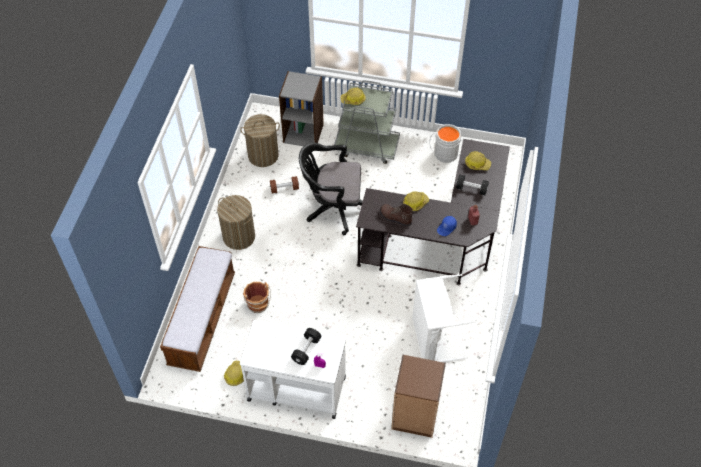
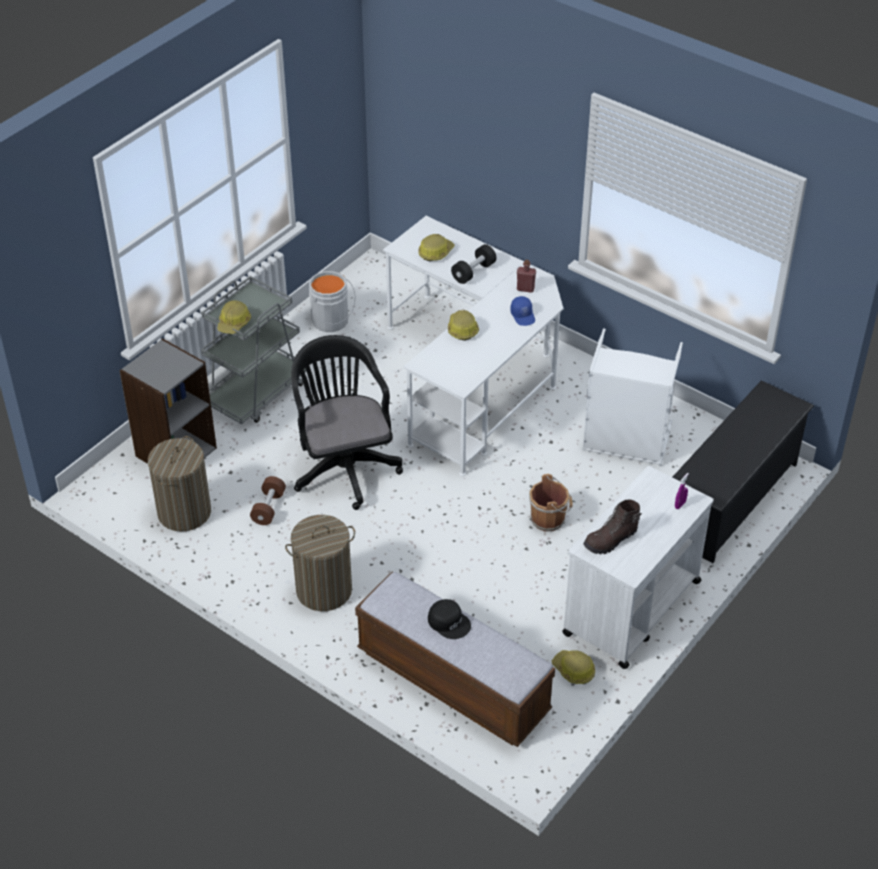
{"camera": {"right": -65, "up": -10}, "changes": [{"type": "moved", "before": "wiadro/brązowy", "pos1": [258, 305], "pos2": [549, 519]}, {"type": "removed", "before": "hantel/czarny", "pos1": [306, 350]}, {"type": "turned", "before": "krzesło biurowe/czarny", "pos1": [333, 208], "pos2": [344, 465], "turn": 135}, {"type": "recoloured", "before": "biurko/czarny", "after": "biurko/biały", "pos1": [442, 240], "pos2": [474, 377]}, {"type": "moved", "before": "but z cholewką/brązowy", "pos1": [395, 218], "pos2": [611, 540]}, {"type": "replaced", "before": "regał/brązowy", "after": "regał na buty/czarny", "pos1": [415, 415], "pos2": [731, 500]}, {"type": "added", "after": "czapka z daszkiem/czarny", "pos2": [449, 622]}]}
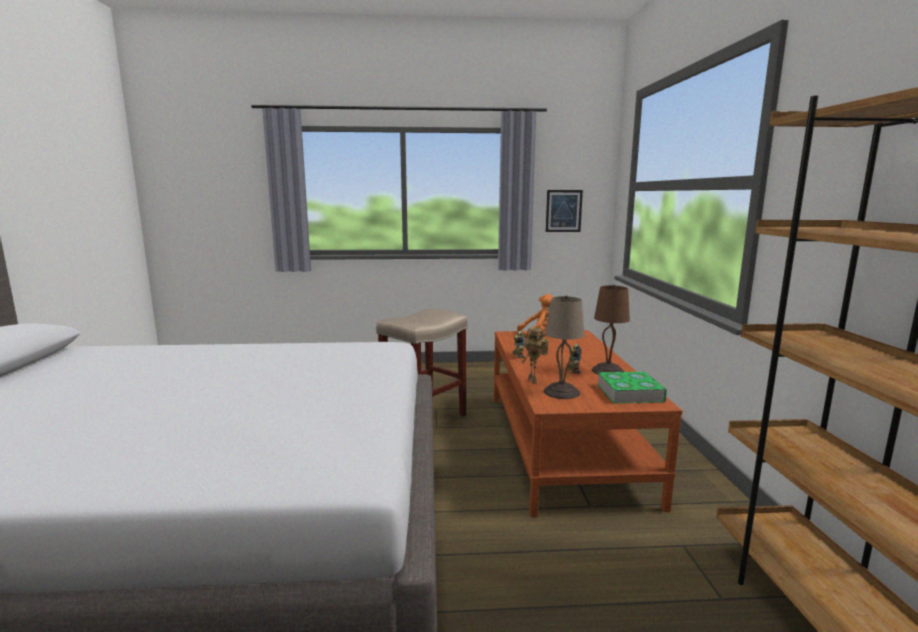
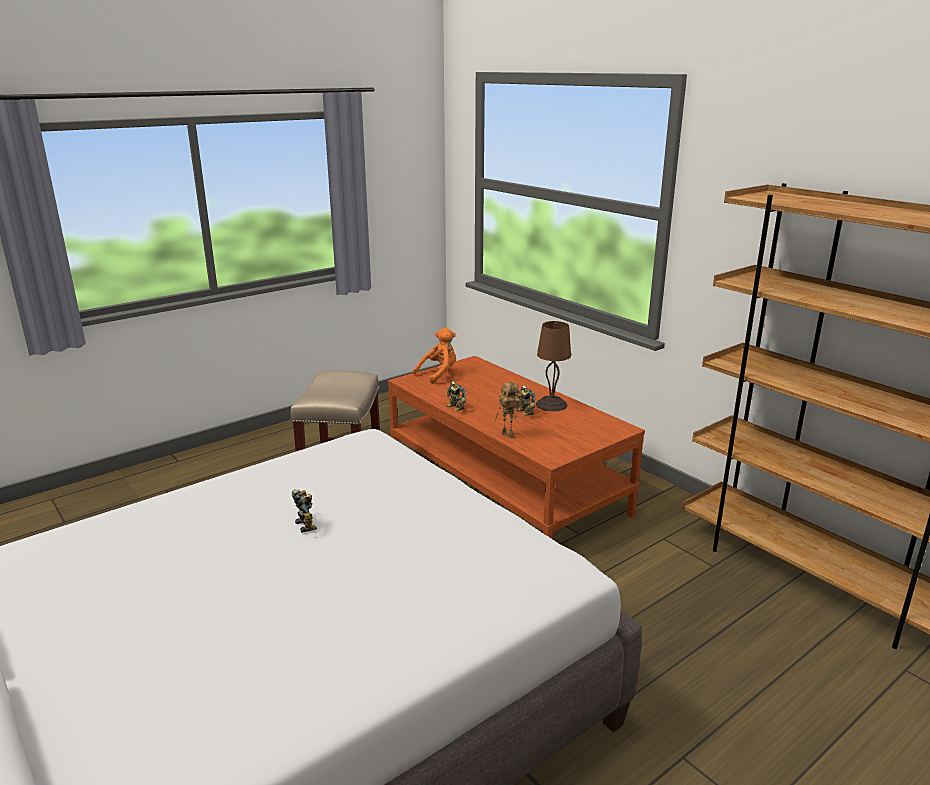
{"camera": {"right": -35, "up": 10}, "changes": [{"type": "removed", "before": "lampa stołowa/beżowy", "pos1": [561, 392]}, {"type": "removed", "before": "obraz", "pos1": [563, 211]}, {"type": "removed", "before": "książka", "pos1": [629, 393]}, {"type": "added", "after": "robot zabawkowy", "pos2": [307, 524]}]}
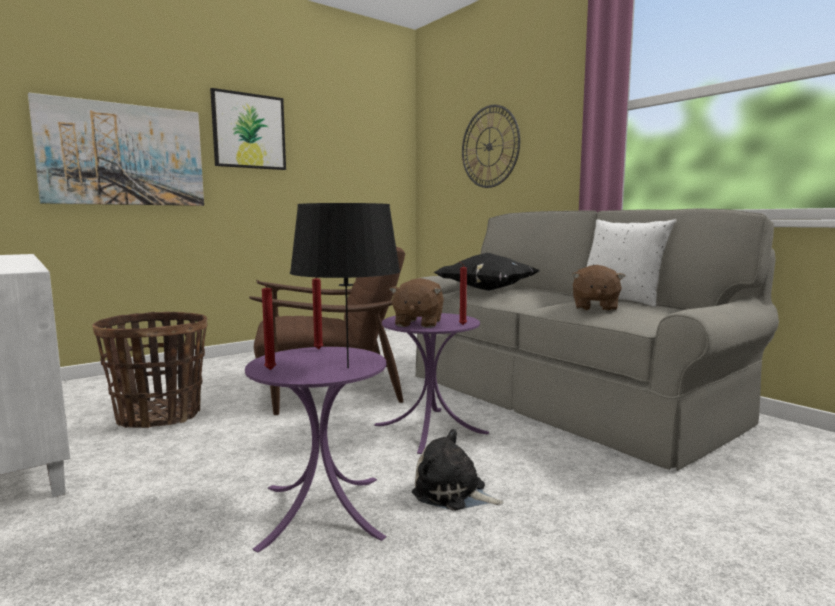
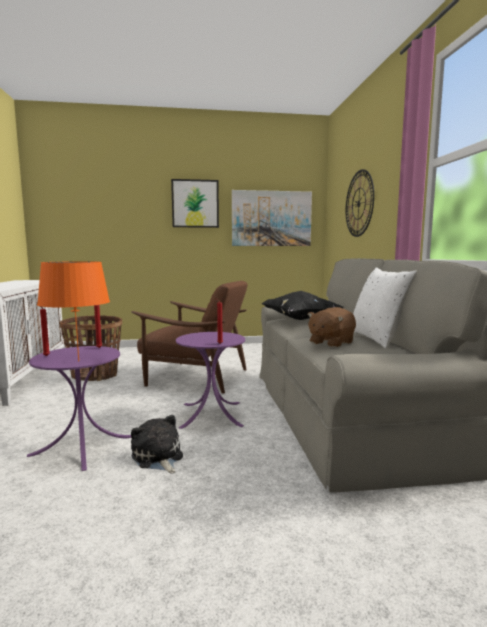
{"camera": {"right": 30, "up": 0}, "changes": [{"type": "moved", "before": "obraz", "pos1": [123, 155], "pos2": [271, 218]}, {"type": "recoloured", "before": "lampa stołowa/czarny", "after": "lampa stołowa/pomarańczowy", "pos1": [347, 368], "pos2": [78, 361]}, {"type": "removed", "before": "pluszak/brązowy", "pos1": [417, 323]}]}
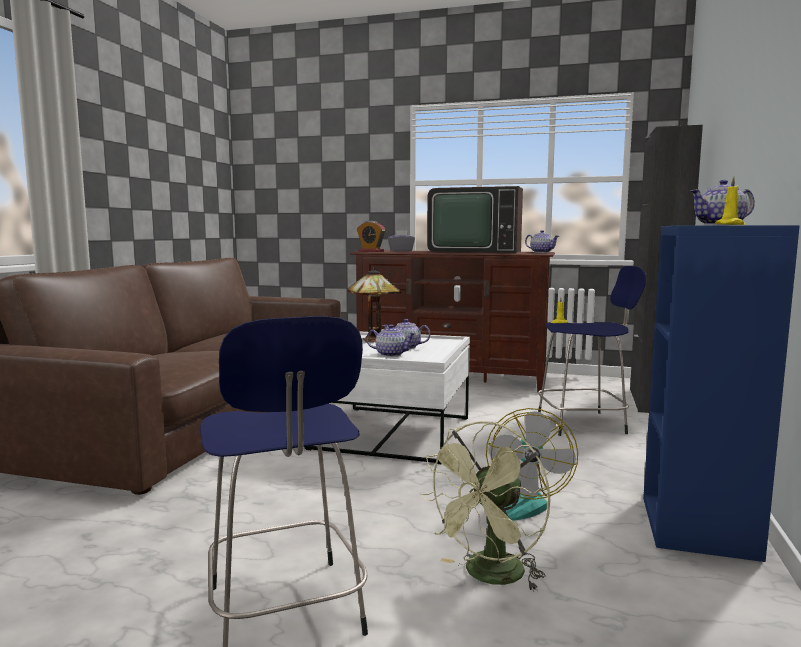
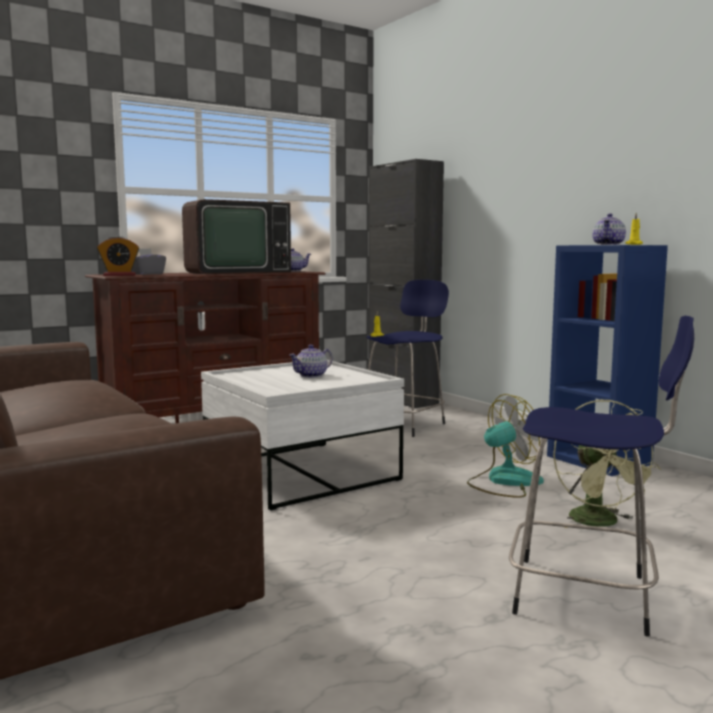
{"camera": {"right": -50, "up": 0}, "changes": [{"type": "removed", "before": "lampa stołowa", "pos1": [373, 340]}, {"type": "removed", "before": "imbryk", "pos1": [390, 354]}, {"type": "turned", "before": "wentylator", "pos1": [518, 501], "pos2": [504, 482], "turn": -75}]}
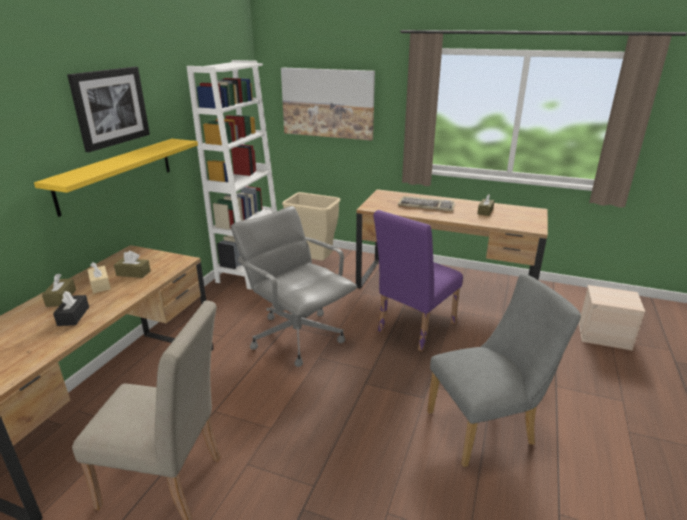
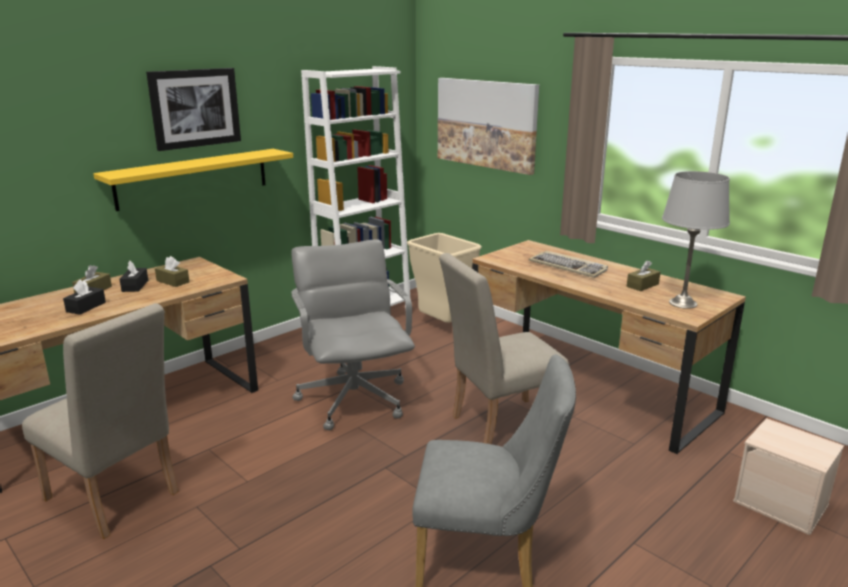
{"camera": {"right": 25, "up": -5}, "changes": [{"type": "recoloured", "before": "pudełko chusteczek/beżowy", "after": "pudełko chusteczek/czarny", "pos1": [100, 285], "pos2": [135, 286]}, {"type": "recoloured", "before": "krzesło/fioletowy", "after": "krzesło/beżowy", "pos1": [413, 329], "pos2": [498, 425]}, {"type": "added", "after": "lampa stołowa/szary", "pos2": [683, 303]}]}
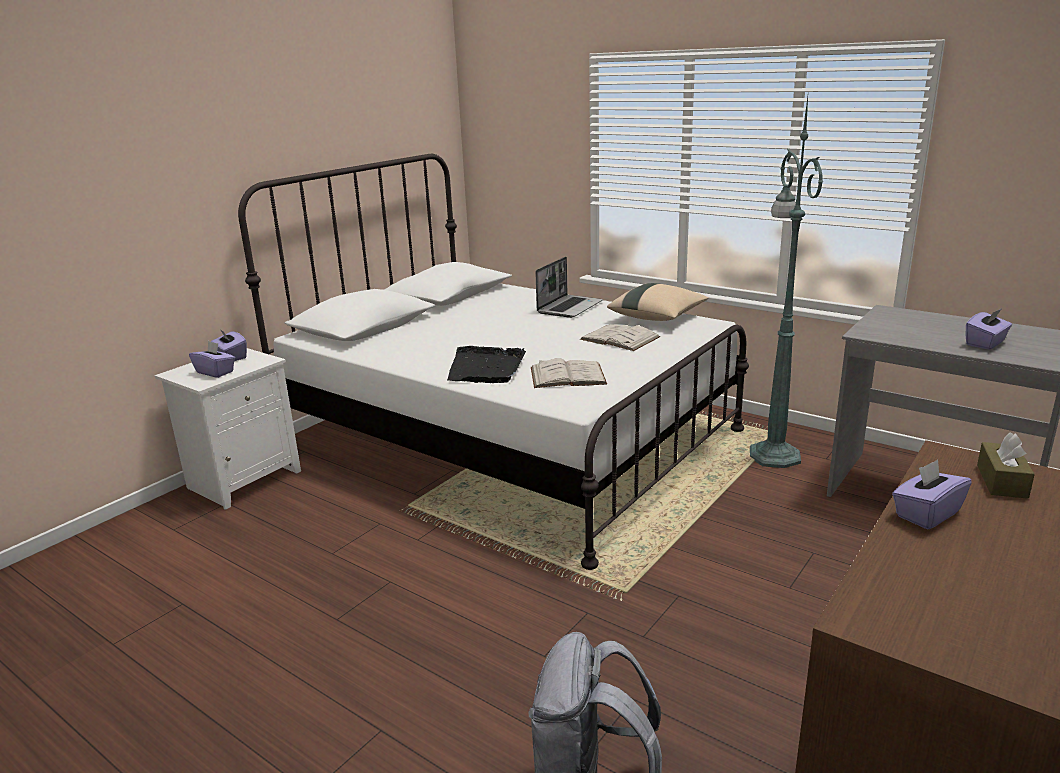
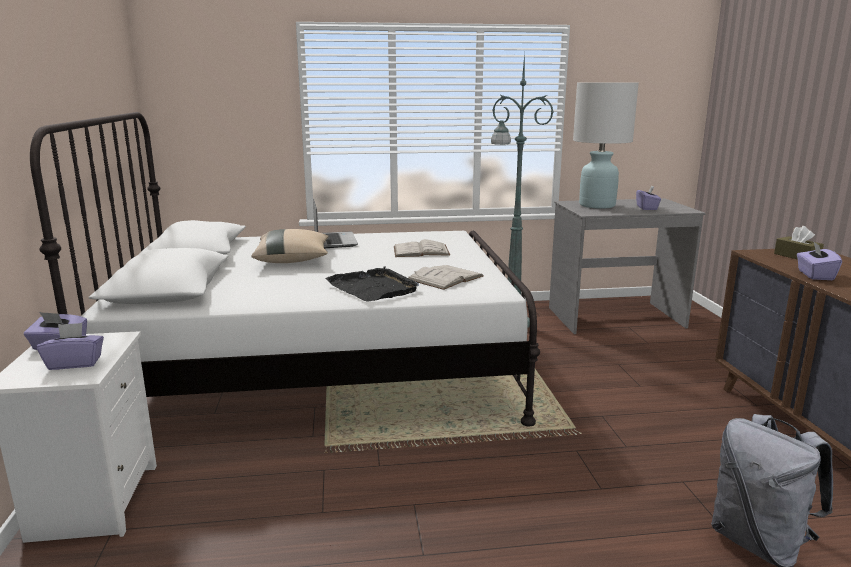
{"camera": {"right": -45, "up": -5}, "changes": [{"type": "moved", "before": "poduszka/beżowy", "pos1": [658, 317], "pos2": [293, 260]}, {"type": "added", "after": "lampa stołowa/biały", "pos2": [597, 205]}]}
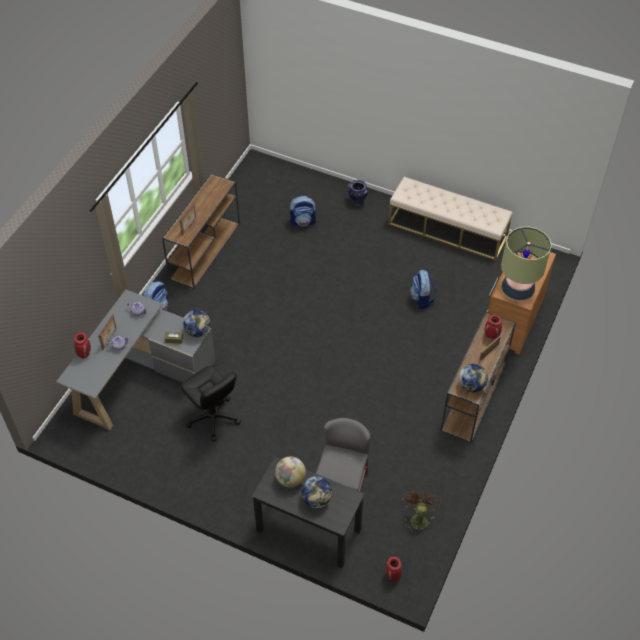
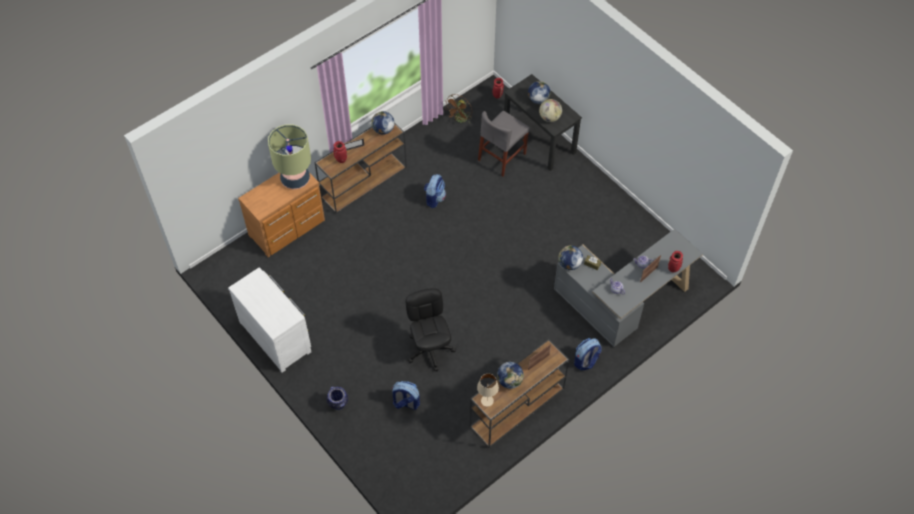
{"camera": {"right": -155, "up": 5}, "changes": [{"type": "moved", "before": "krzesło biurowe/czarny", "pos1": [213, 418], "pos2": [430, 349]}, {"type": "replaced", "before": "ławka/beżowy", "after": "komoda/biały", "pos1": [447, 230], "pos2": [276, 335]}, {"type": "moved", "before": "plecak", "pos1": [422, 299], "pos2": [434, 198]}, {"type": "added", "after": "lampa stołowa/beżowy", "pos2": [487, 401]}, {"type": "added", "after": "globus", "pos2": [510, 381]}]}
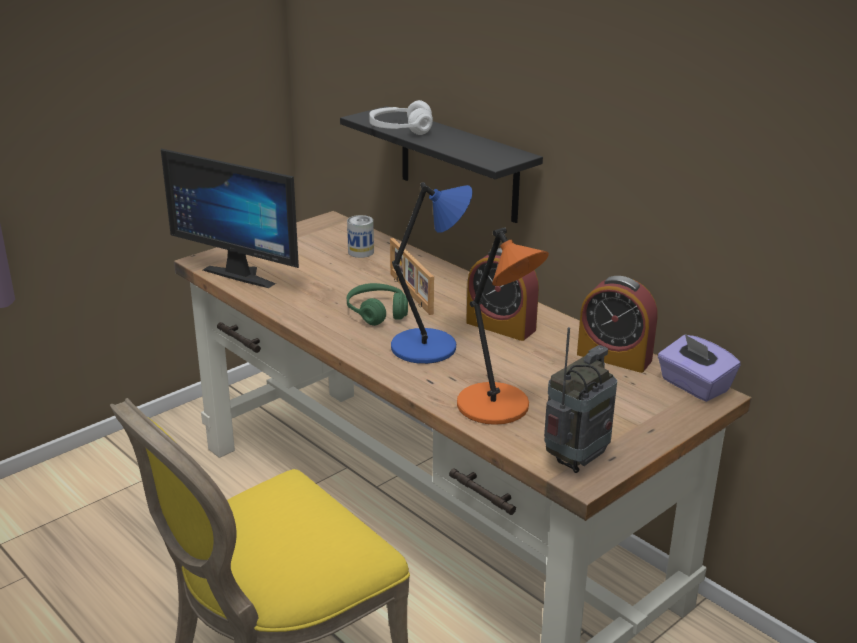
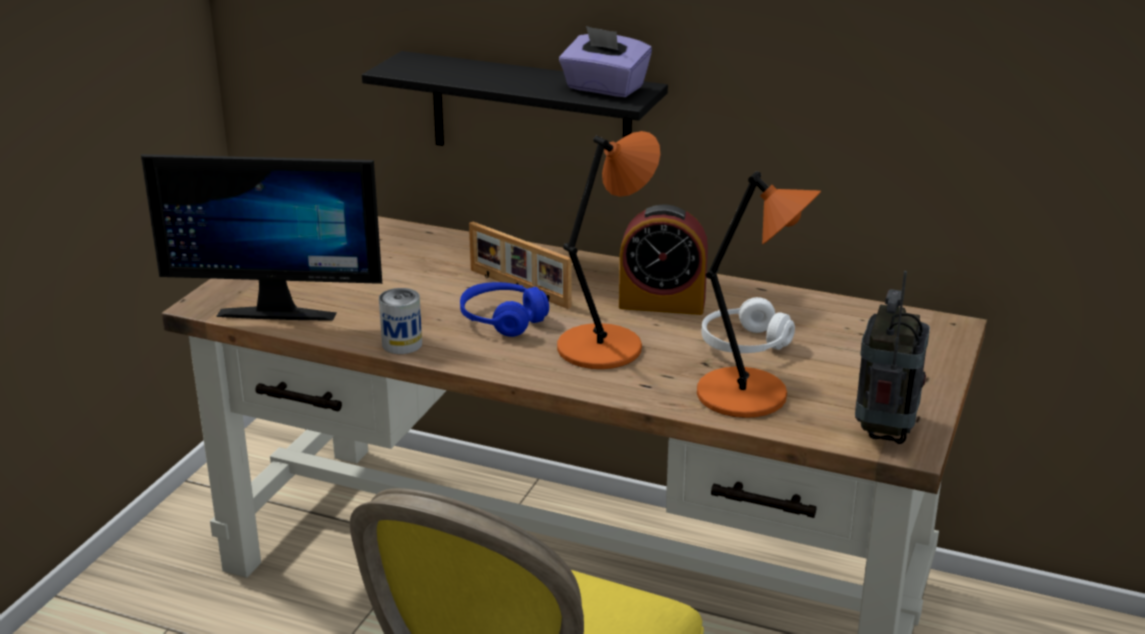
{"camera": {"right": -25, "up": 0}, "changes": [{"type": "moved", "before": "puszka", "pos1": [361, 252], "pos2": [402, 344]}, {"type": "recoloured", "before": "słuchawki/zielony", "after": "słuchawki/niebieski", "pos1": [377, 312], "pos2": [502, 320]}, {"type": "moved", "before": "słuchawki/biały", "pos1": [400, 130], "pos2": [744, 345]}, {"type": "recoloured", "before": "lampa stołowa/niebieski", "after": "lampa stołowa/pomarańczowy", "pos1": [428, 347], "pos2": [603, 347]}, {"type": "removed", "before": "budzik", "pos1": [614, 357]}, {"type": "moved", "before": "pudełko chusteczek/fioletowy", "pos1": [694, 386], "pos2": [604, 88]}]}
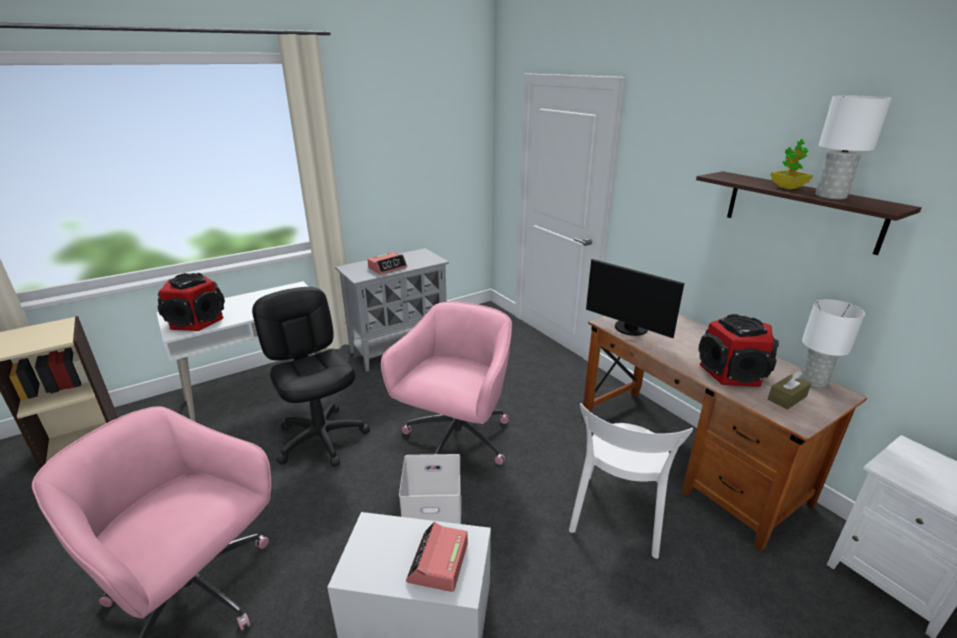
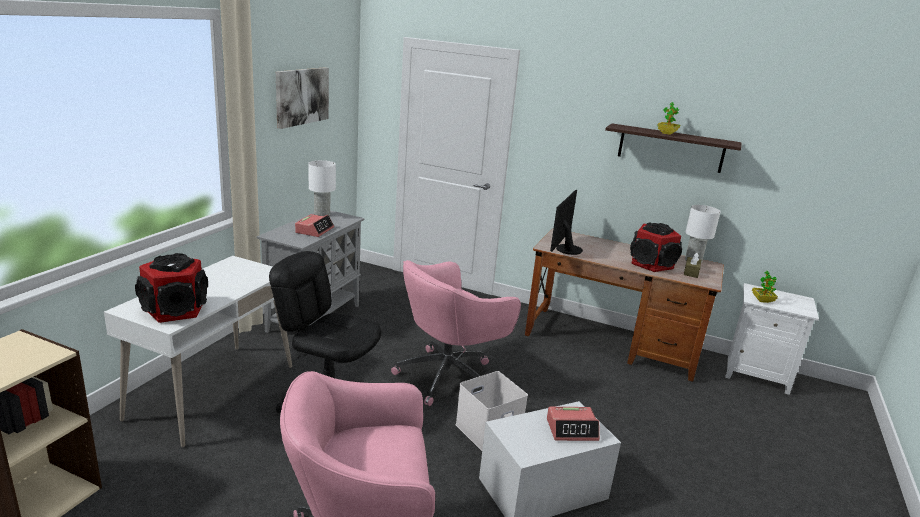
{"camera": {"right": -35, "up": -5}, "changes": [{"type": "turned", "before": "krzesło biurowe/różowy", "pos1": [456, 440], "pos2": [448, 376], "turn": -120}, {"type": "turned", "before": "budzik", "pos1": [438, 563], "pos2": [572, 429], "turn": -75}, {"type": "removed", "before": "krzesło/biały", "pos1": [617, 518]}, {"type": "turned", "before": "monitor", "pos1": [629, 329], "pos2": [565, 249], "turn": 105}, {"type": "moved", "before": "lampa stołowa/biały", "pos1": [830, 196], "pos2": [322, 214]}, {"type": "added", "after": "obraz", "pos2": [302, 96]}, {"type": "added", "after": "roślina doniczkowa", "pos2": [762, 300]}]}
